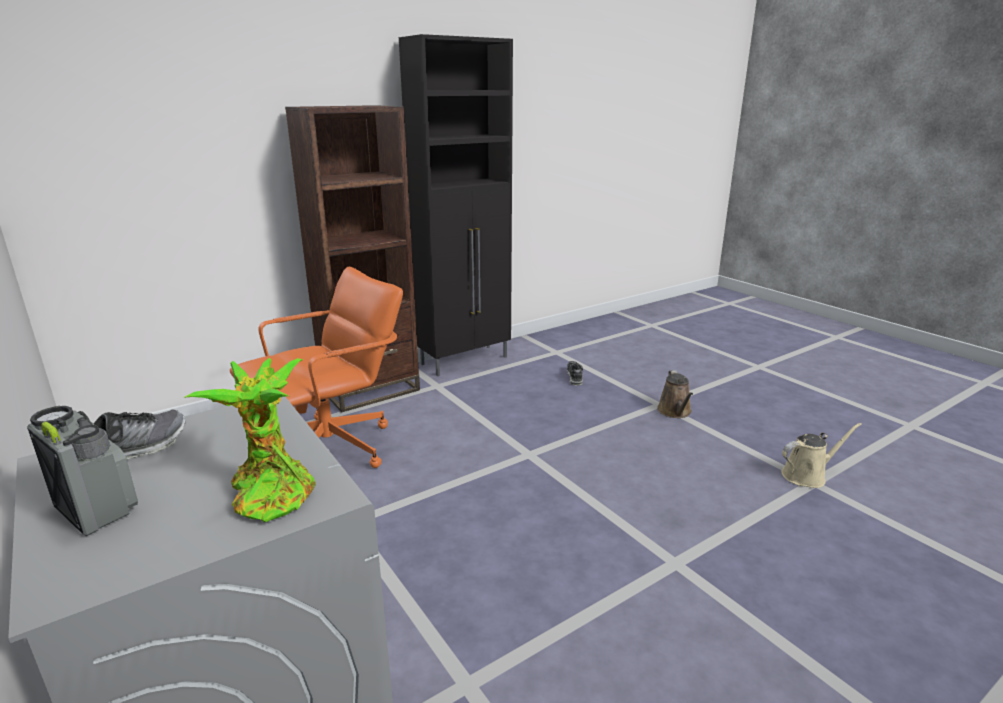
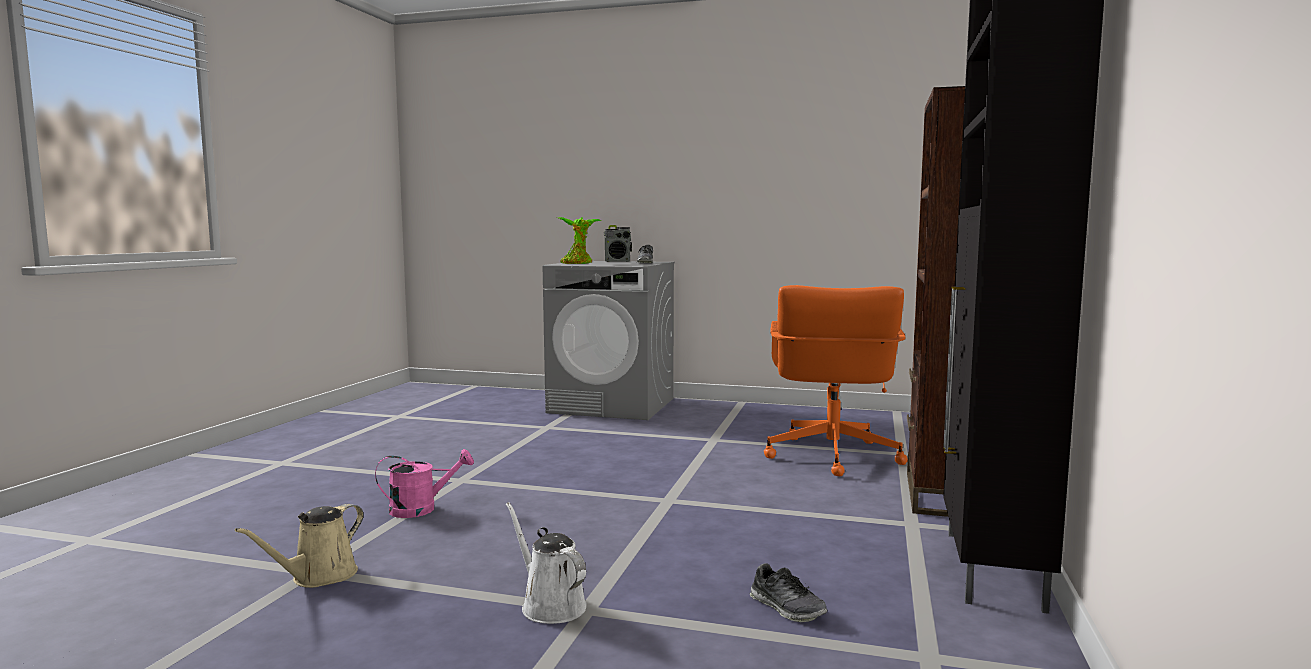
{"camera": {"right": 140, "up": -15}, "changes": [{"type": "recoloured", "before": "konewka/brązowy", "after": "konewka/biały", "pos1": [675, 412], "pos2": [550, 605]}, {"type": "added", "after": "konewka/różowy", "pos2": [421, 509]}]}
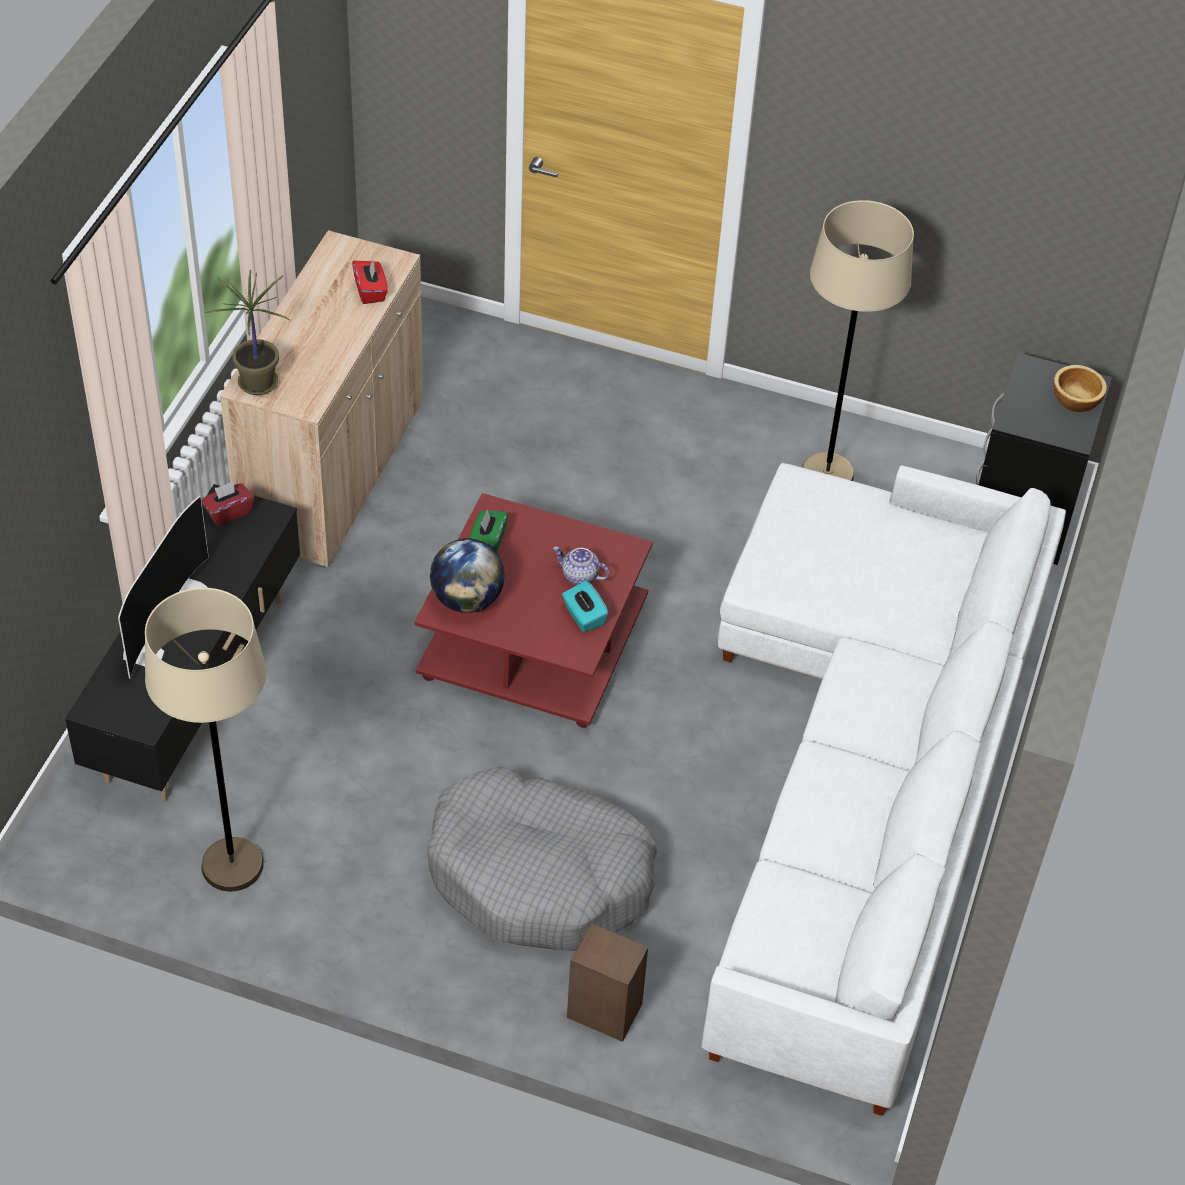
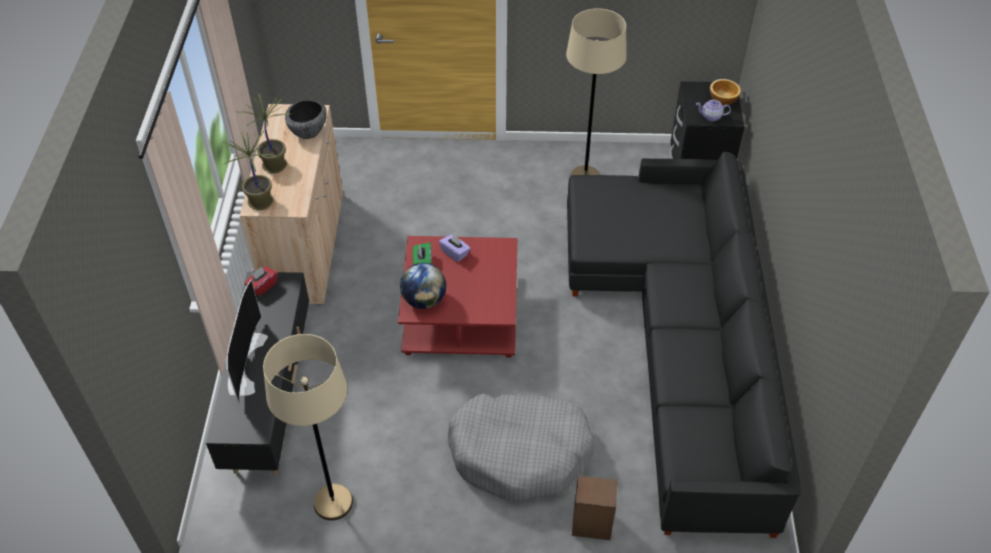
{"camera": {"right": -15, "up": 0}, "changes": [{"type": "replaced", "before": "pudełko chusteczek/czerwony", "after": "miska", "pos1": [370, 291], "pos2": [308, 132]}, {"type": "moved", "before": "imbryk", "pos1": [579, 576], "pos2": [711, 117]}, {"type": "removed", "before": "pudełko chusteczek/turkusowy", "pos1": [584, 617]}, {"type": "recoloured", "before": "kanapa/biały", "after": "kanapa/czarny", "pos1": [867, 773], "pos2": [679, 338]}, {"type": "added", "after": "roślina doniczkowa", "pos2": [275, 165]}, {"type": "added", "after": "pudełko chusteczek/fioletowy", "pos2": [455, 253]}]}
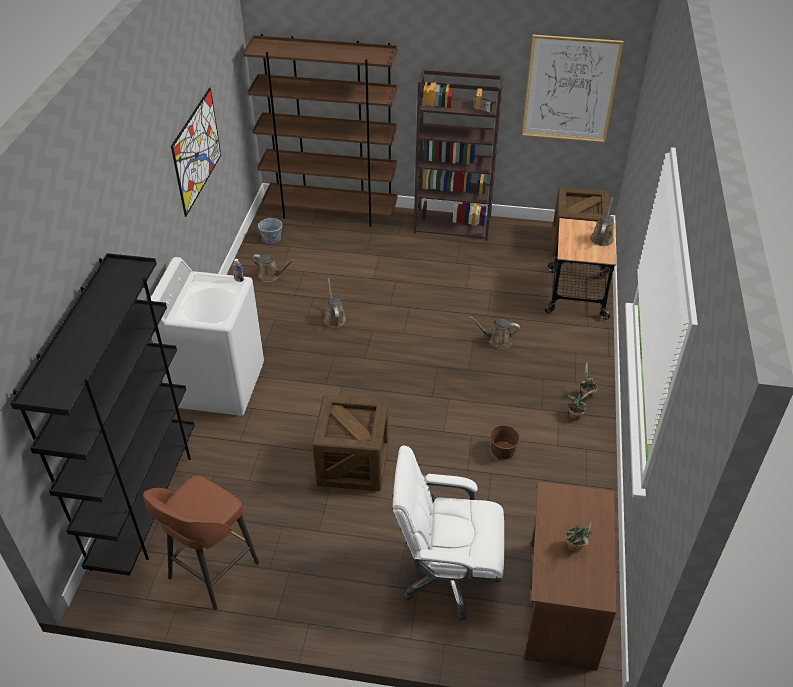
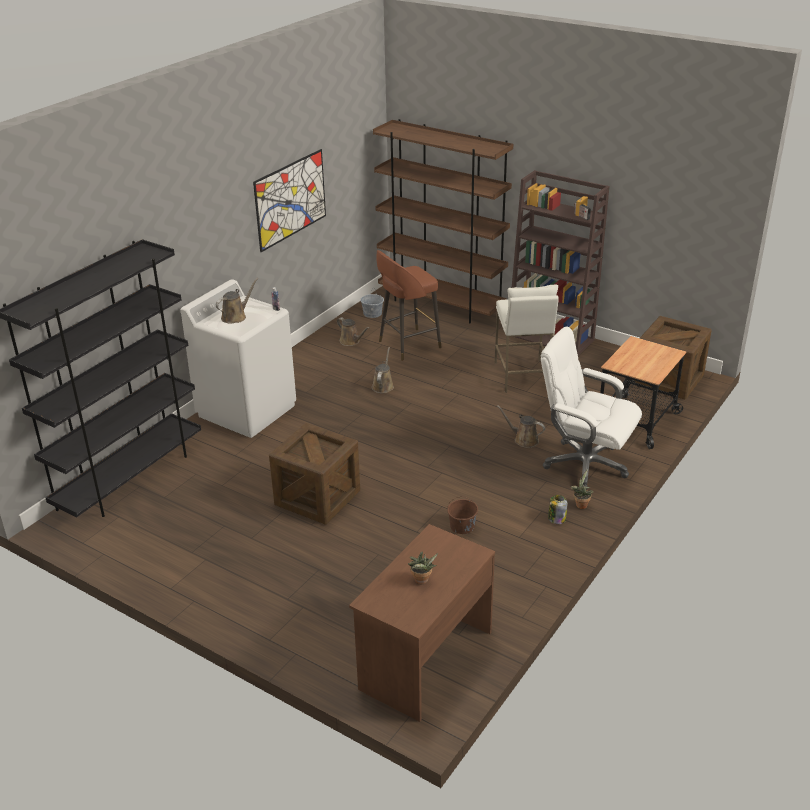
{"camera": {"right": 25, "up": -10}, "changes": [{"type": "moved", "before": "stołek/brązowy", "pos1": [211, 572], "pos2": [408, 345]}, {"type": "moved", "before": "krzesło biurowe/biały", "pos1": [447, 576], "pos2": [584, 464]}, {"type": "removed", "before": "obraz", "pos1": [570, 89]}, {"type": "replaced", "before": "roślina doniczkowa", "after": "słoik", "pos1": [575, 415], "pos2": [556, 519]}, {"type": "moved", "before": "konewka/brązowy", "pos1": [602, 237], "pos2": [235, 316]}, {"type": "added", "after": "stołek/biały", "pos2": [522, 376]}]}
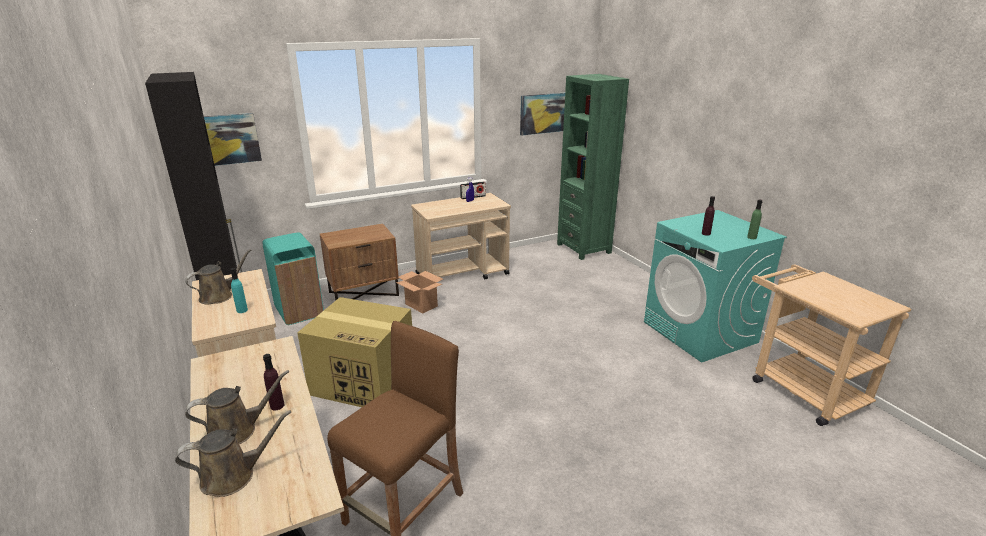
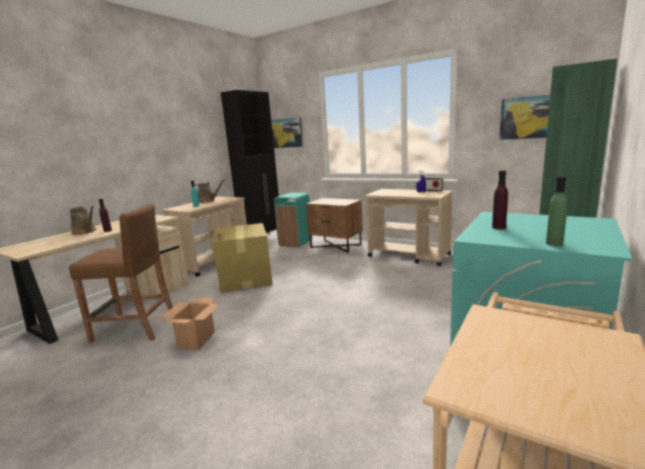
{"camera": {"right": 60, "up": -10}, "changes": [{"type": "removed", "before": "konewka/brązowy", "pos1": [233, 476]}, {"type": "moved", "before": "karton", "pos1": [421, 305], "pos2": [196, 339]}]}
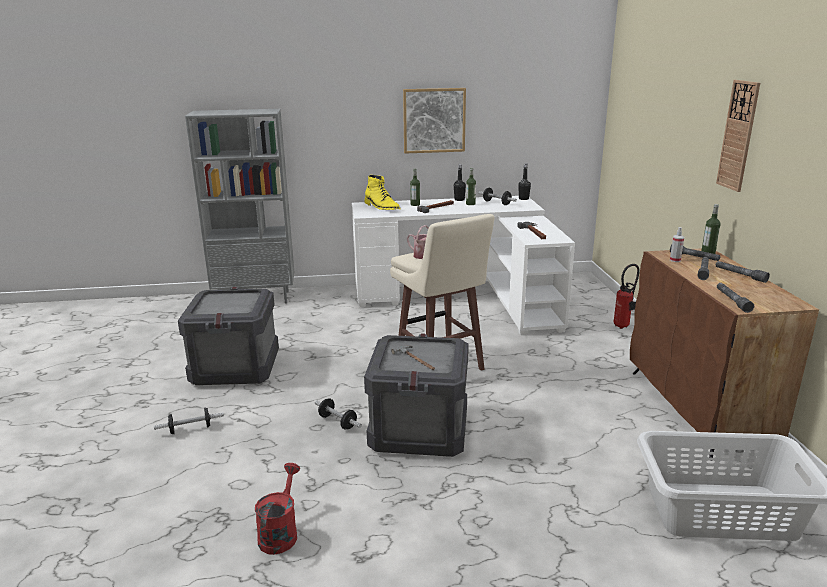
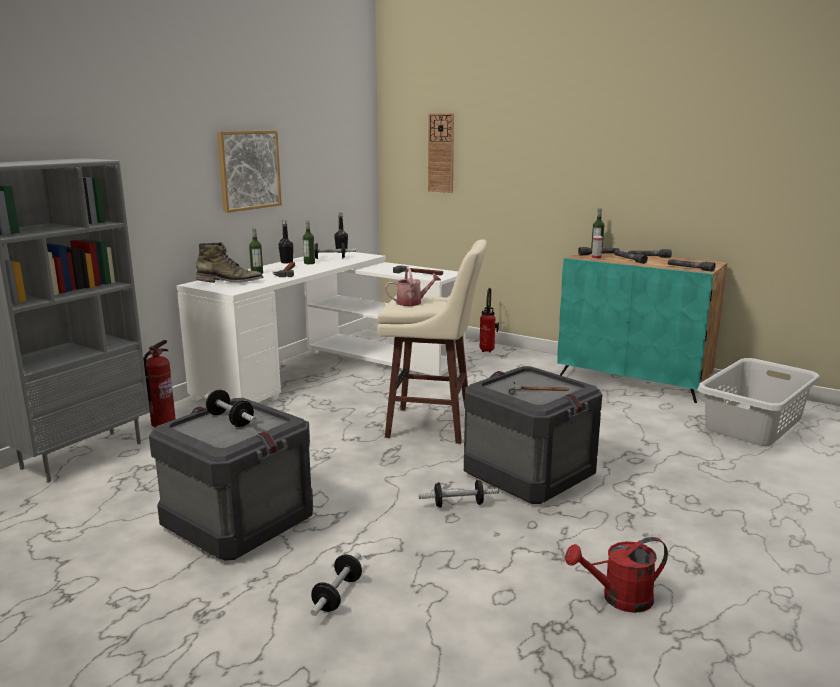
{"camera": {"right": -50, "up": -5}, "changes": [{"type": "turned", "before": "konewka/czerwony", "pos1": [280, 532], "pos2": [618, 599], "turn": -60}, {"type": "recoloured", "before": "but z cholewką/żółty", "after": "but z cholewką/zielony", "pos1": [382, 207], "pos2": [230, 282]}, {"type": "recoloured", "before": "szafka/brązowy", "after": "szafka/turkusowy", "pos1": [698, 410], "pos2": [634, 380]}, {"type": "moved", "before": "zegar ścienny", "pos1": [738, 135], "pos2": [441, 153]}, {"type": "added", "after": "gaśnica", "pos2": [163, 423]}, {"type": "added", "after": "hantel", "pos2": [230, 420]}]}
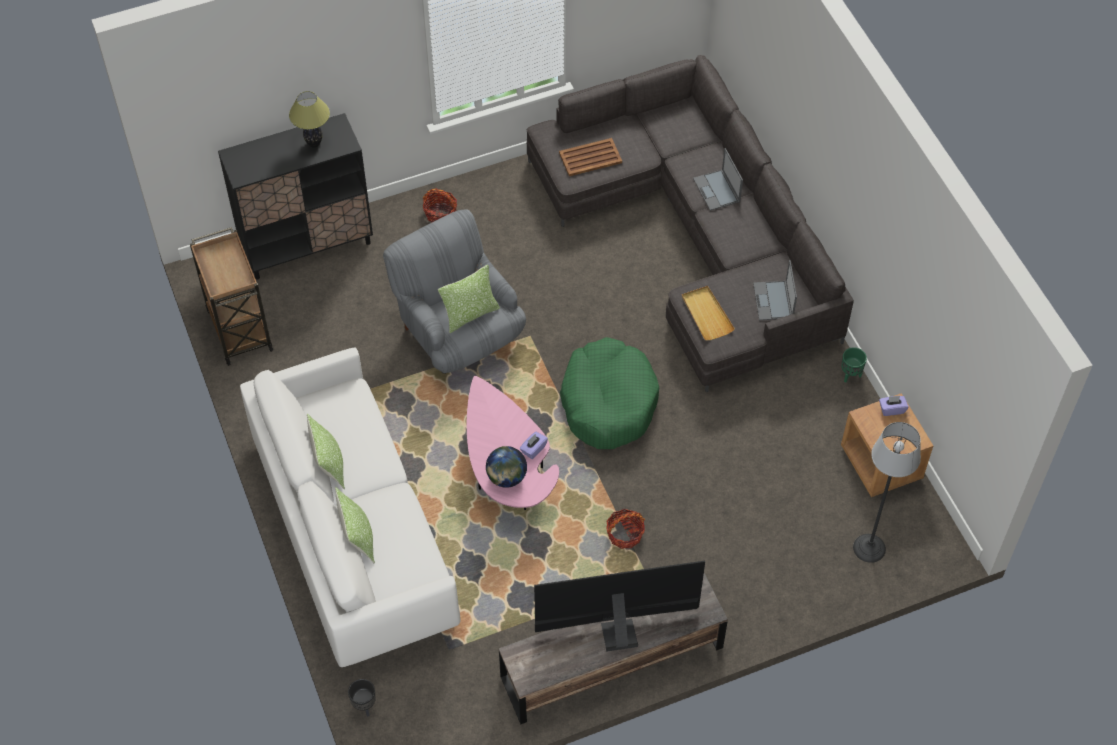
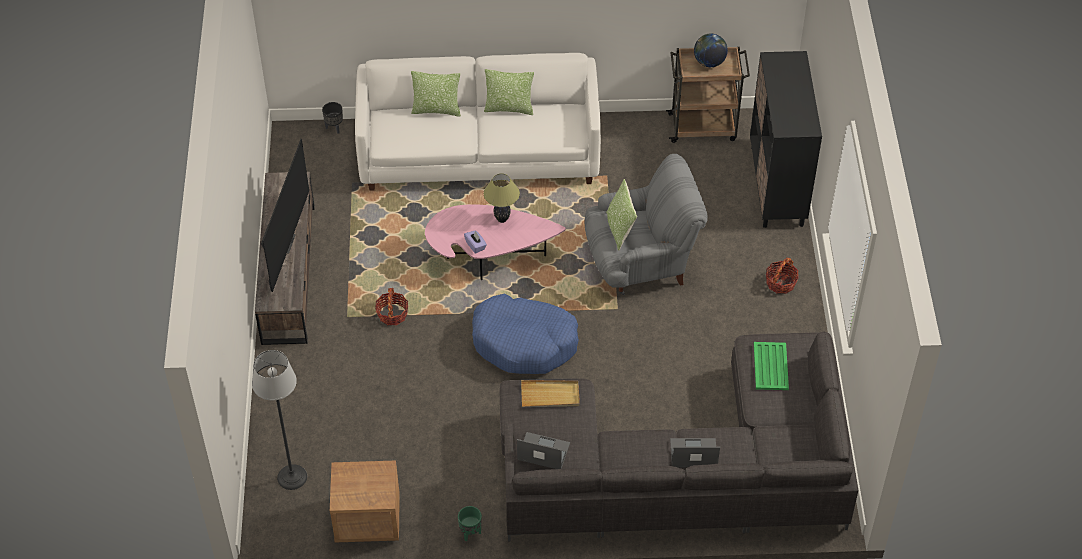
{"camera": {"right": 110, "up": -5}, "changes": [{"type": "moved", "before": "lampa stołowa", "pos1": [314, 143], "pos2": [502, 219]}, {"type": "moved", "before": "globus", "pos1": [506, 477], "pos2": [709, 62]}, {"type": "recoloured", "before": "taca/brązowy", "after": "taca/zielony", "pos1": [591, 158], "pos2": [770, 367]}, {"type": "recoloured", "before": "legowisko/zielony", "after": "legowisko/niebieski", "pos1": [608, 402], "pos2": [524, 342]}, {"type": "removed", "before": "pudełko chusteczek/fioletowy", "pos1": [891, 409]}]}
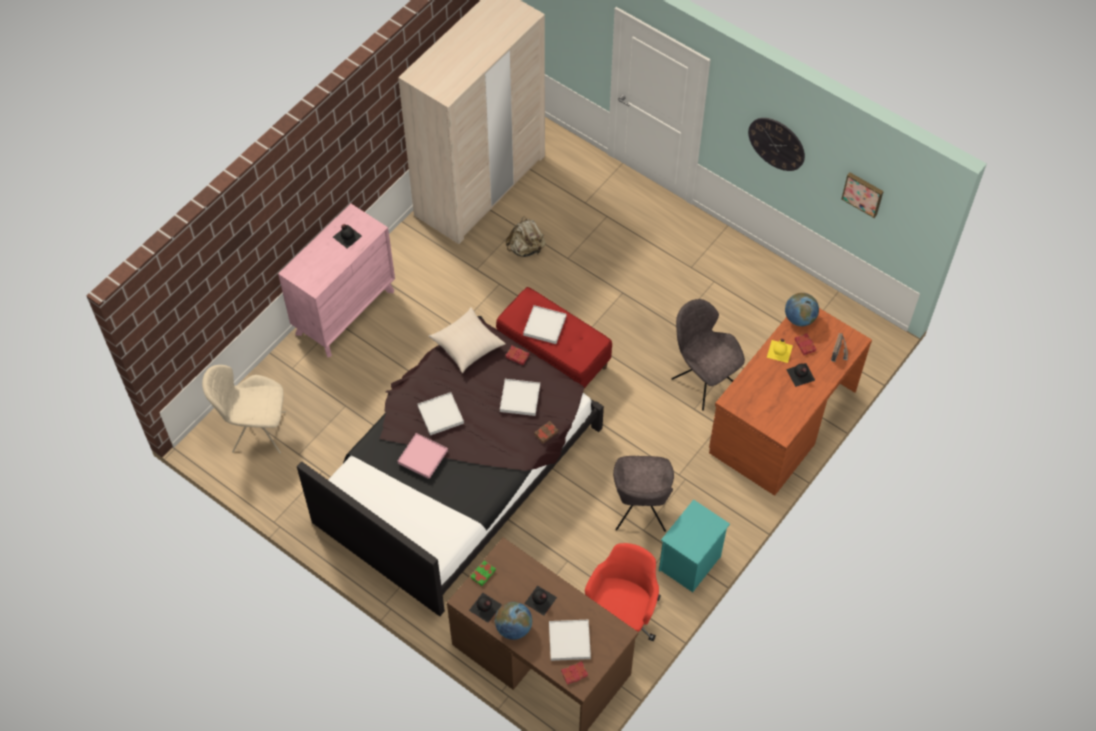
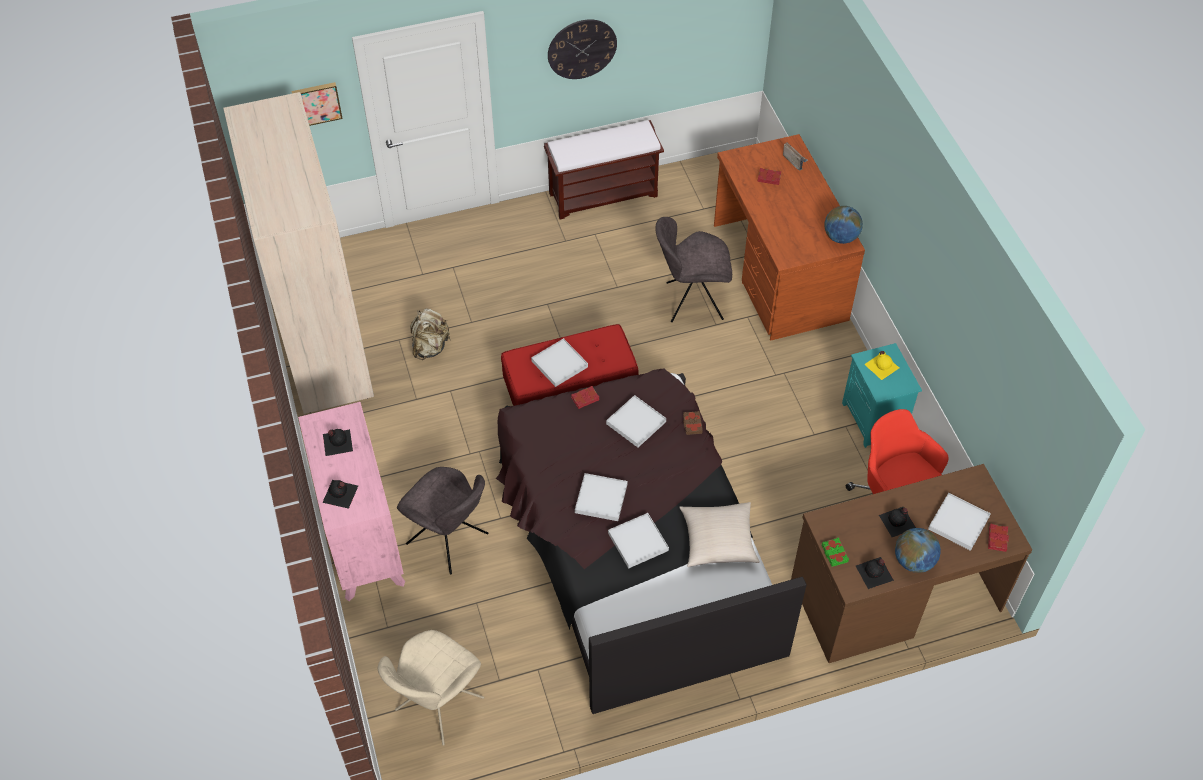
{"camera": {"right": -55, "up": -5}, "changes": [{"type": "recoloured", "before": "taca/różowy", "after": "taca/biały", "pos1": [422, 457], "pos2": [638, 542]}, {"type": "moved", "before": "poduszka/beżowy", "pos1": [467, 345], "pos2": [718, 541]}, {"type": "moved", "before": "krzesło/szary", "pos1": [640, 511], "pos2": [449, 541]}, {"type": "moved", "before": "butelka/żółty", "pos1": [780, 351], "pos2": [882, 365]}, {"type": "moved", "before": "globus", "pos1": [799, 318], "pos2": [841, 237]}, {"type": "moved", "before": "butelka/czarny", "pos1": [800, 375], "pos2": [340, 494]}, {"type": "moved", "before": "obraz", "pos1": [863, 193], "pos2": [316, 103]}, {"type": "added", "after": "ławka/brązowy", "pos2": [604, 194]}]}
